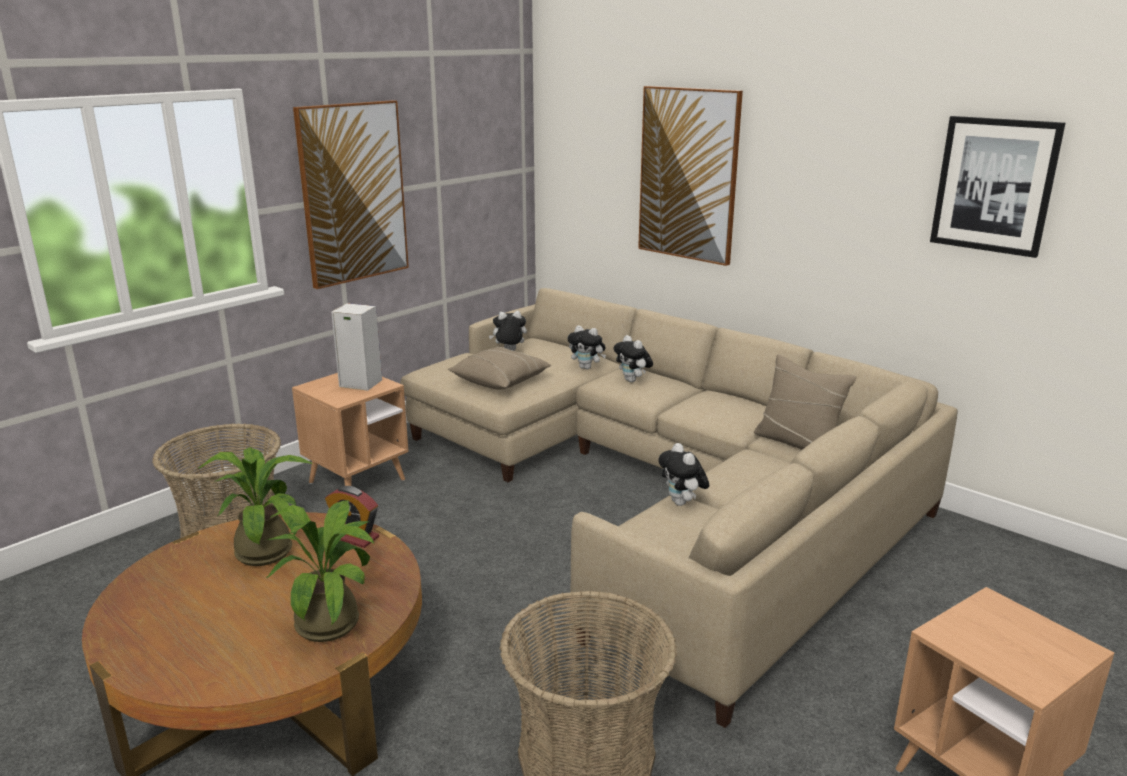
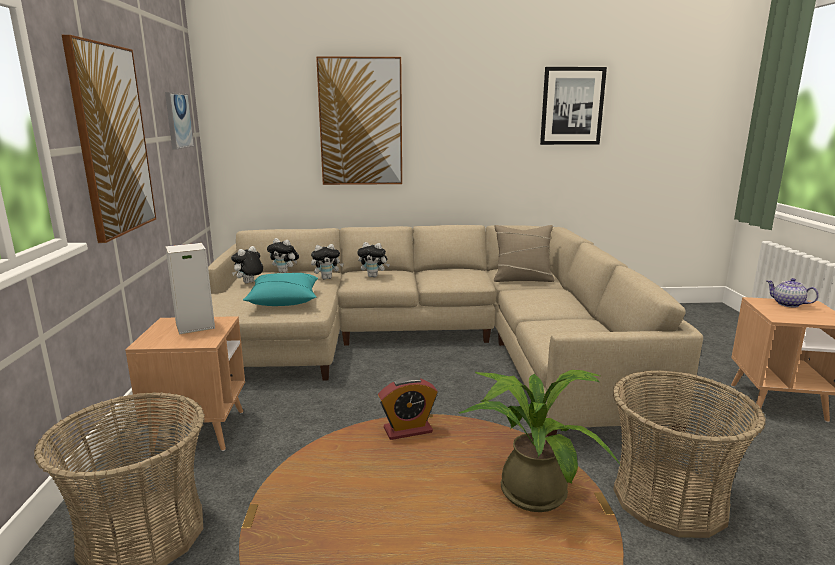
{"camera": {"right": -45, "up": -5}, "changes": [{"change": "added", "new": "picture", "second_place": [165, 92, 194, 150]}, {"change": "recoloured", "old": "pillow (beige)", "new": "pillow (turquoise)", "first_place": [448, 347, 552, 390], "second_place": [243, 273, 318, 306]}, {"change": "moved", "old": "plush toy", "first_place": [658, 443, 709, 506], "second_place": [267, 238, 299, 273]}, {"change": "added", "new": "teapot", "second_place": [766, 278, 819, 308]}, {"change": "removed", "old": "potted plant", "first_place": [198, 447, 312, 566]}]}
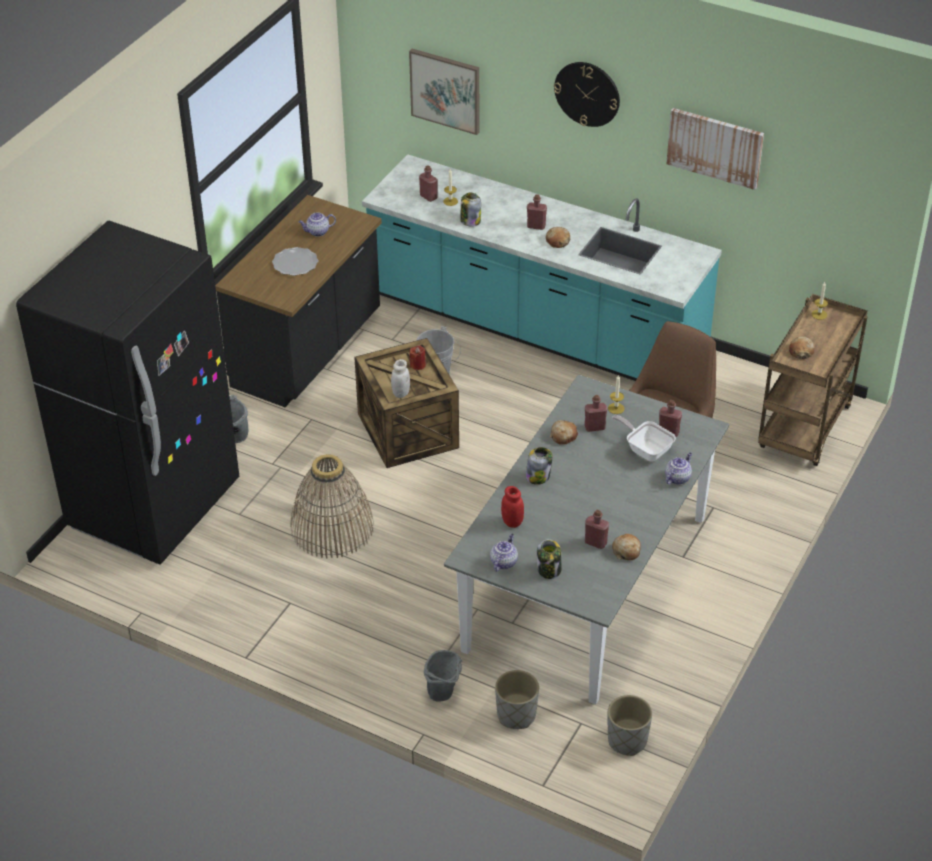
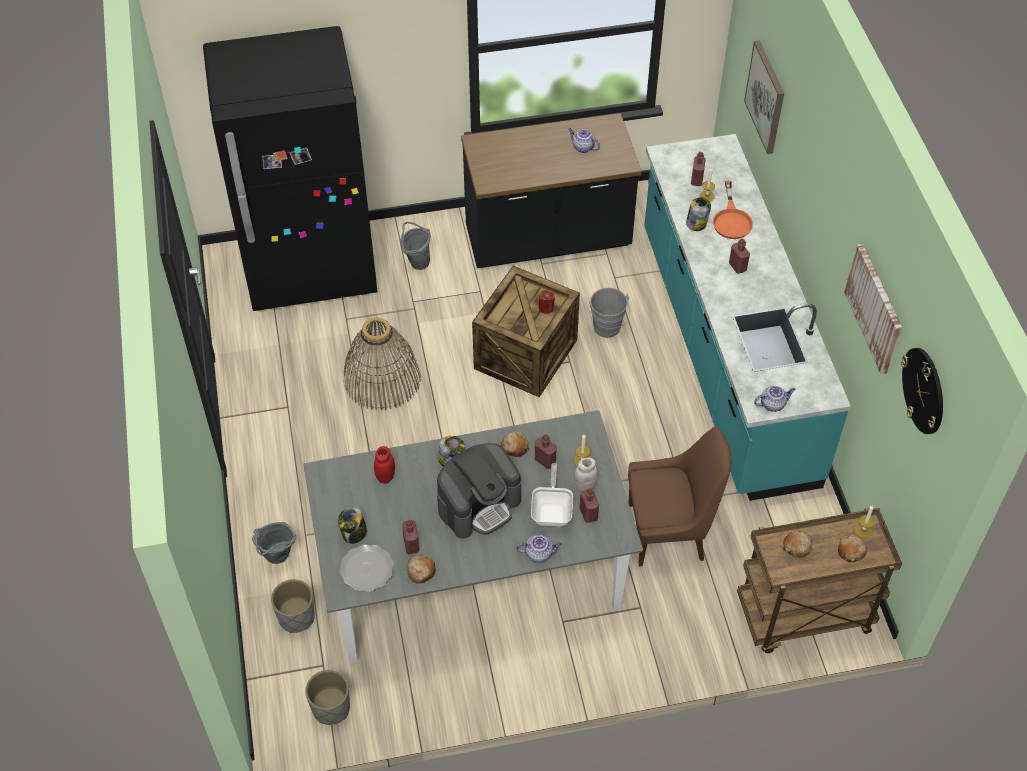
{"camera": {"right": 50, "up": 10}, "changes": [{"change": "moved", "old": "plate", "first_place": [272, 247, 318, 276], "second_place": [339, 544, 394, 592]}, {"change": "added", "new": "coffee machine", "second_place": [437, 443, 521, 539]}, {"change": "moved", "old": "jar (white)", "first_place": [391, 359, 410, 398], "second_place": [574, 457, 598, 492]}, {"change": "added", "new": "frying pan (orange)", "second_place": [713, 181, 753, 239]}, {"change": "moved", "old": "teapot", "first_place": [490, 534, 518, 571], "second_place": [754, 386, 795, 412]}, {"change": "moved", "old": "bread", "first_place": [546, 227, 570, 248], "second_place": [838, 534, 867, 562]}, {"change": "moved", "old": "wall clock", "first_place": [554, 62, 620, 127], "second_place": [901, 348, 943, 434]}]}
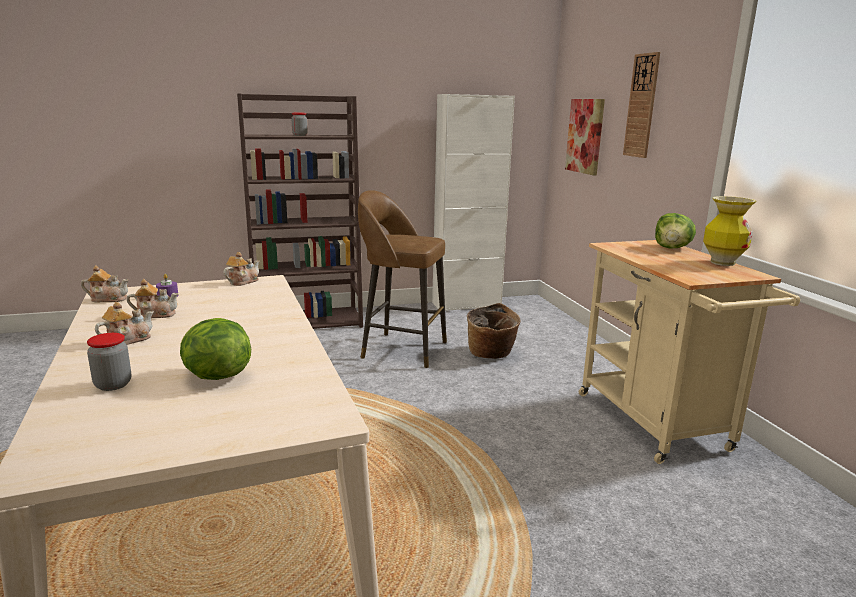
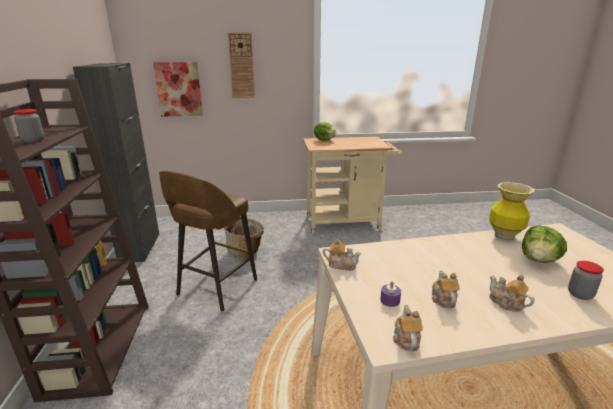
{"camera": {"right": -80, "up": 5}, "changes": [{"change": "recoloured", "old": "cabinet (white)", "new": "cabinet (black)", "first_place": [432, 94, 515, 311], "second_place": [73, 63, 159, 262]}, {"change": "turned", "old": "teapot", "first_place": [223, 252, 260, 286], "second_place": [323, 239, 361, 271], "degrees": 150}, {"change": "moved", "old": "vase", "first_place": [703, 196, 757, 266], "second_place": [489, 182, 535, 241]}]}
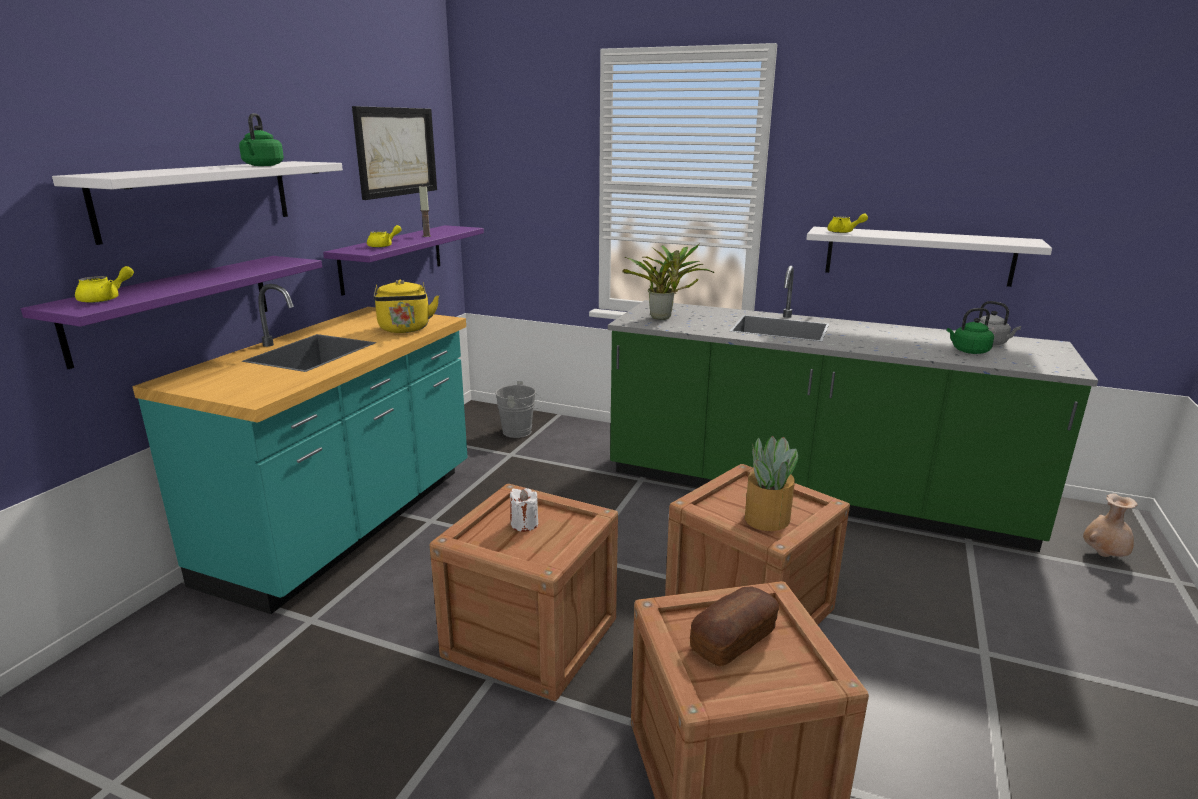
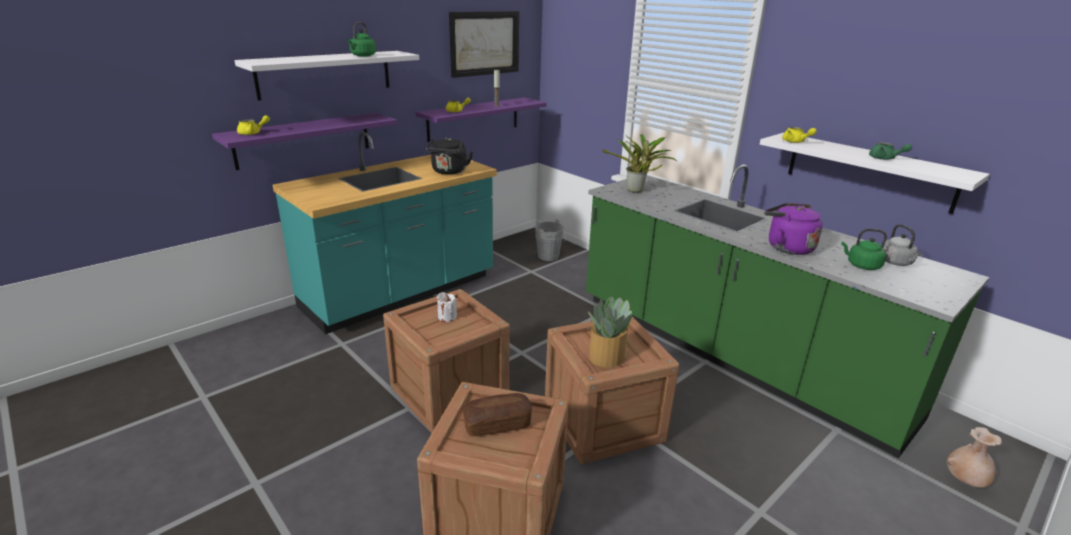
{"camera": {"right": 25, "up": 5}, "changes": [{"change": "recoloured", "old": "kettle (yellow)", "new": "kettle (black)", "first_place": [374, 280, 439, 333], "second_place": [426, 138, 473, 175]}, {"change": "added", "new": "kettle (purple)", "second_place": [764, 203, 823, 255]}, {"change": "added", "new": "teapot (green)", "second_place": [869, 142, 912, 160]}]}
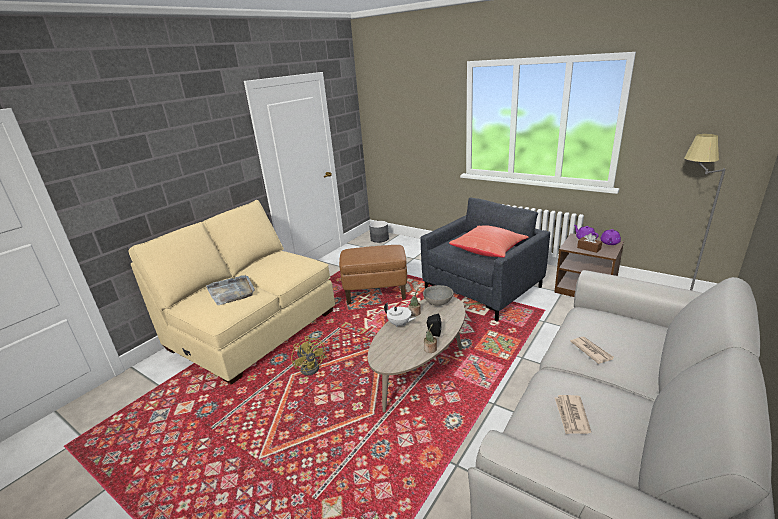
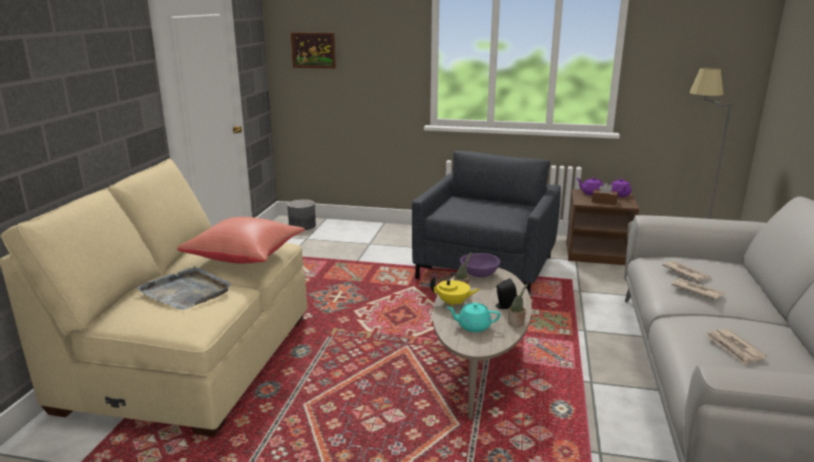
{"camera": {"right": -25, "up": -5}, "changes": [{"change": "moved", "old": "pillow (red)", "first_place": [449, 225, 528, 258], "second_place": [177, 217, 305, 264]}, {"change": "added", "new": "picture", "second_place": [291, 32, 336, 69]}, {"change": "recoloured", "old": "teapot (white)", "new": "teapot (yellow)", "first_place": [384, 302, 416, 328], "second_place": [430, 275, 480, 307]}, {"change": "added", "new": "teapot (turquoise)", "second_place": [447, 303, 500, 332]}, {"change": "recoloured", "old": "bowl (grey)", "new": "bowl (purple)", "first_place": [423, 285, 454, 306], "second_place": [460, 253, 500, 277]}, {"change": "added", "new": "newspaper", "second_place": [662, 261, 711, 281]}, {"change": "removed", "old": "fan (yellow)", "first_place": [291, 336, 325, 375]}, {"change": "removed", "old": "ottoman (brown)", "first_place": [339, 245, 407, 305]}]}
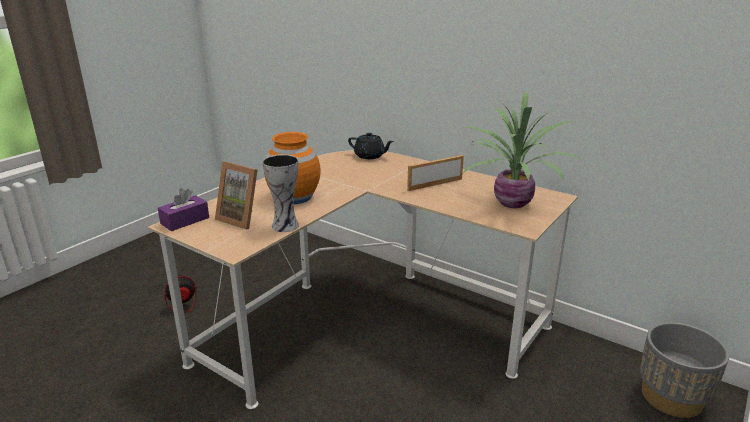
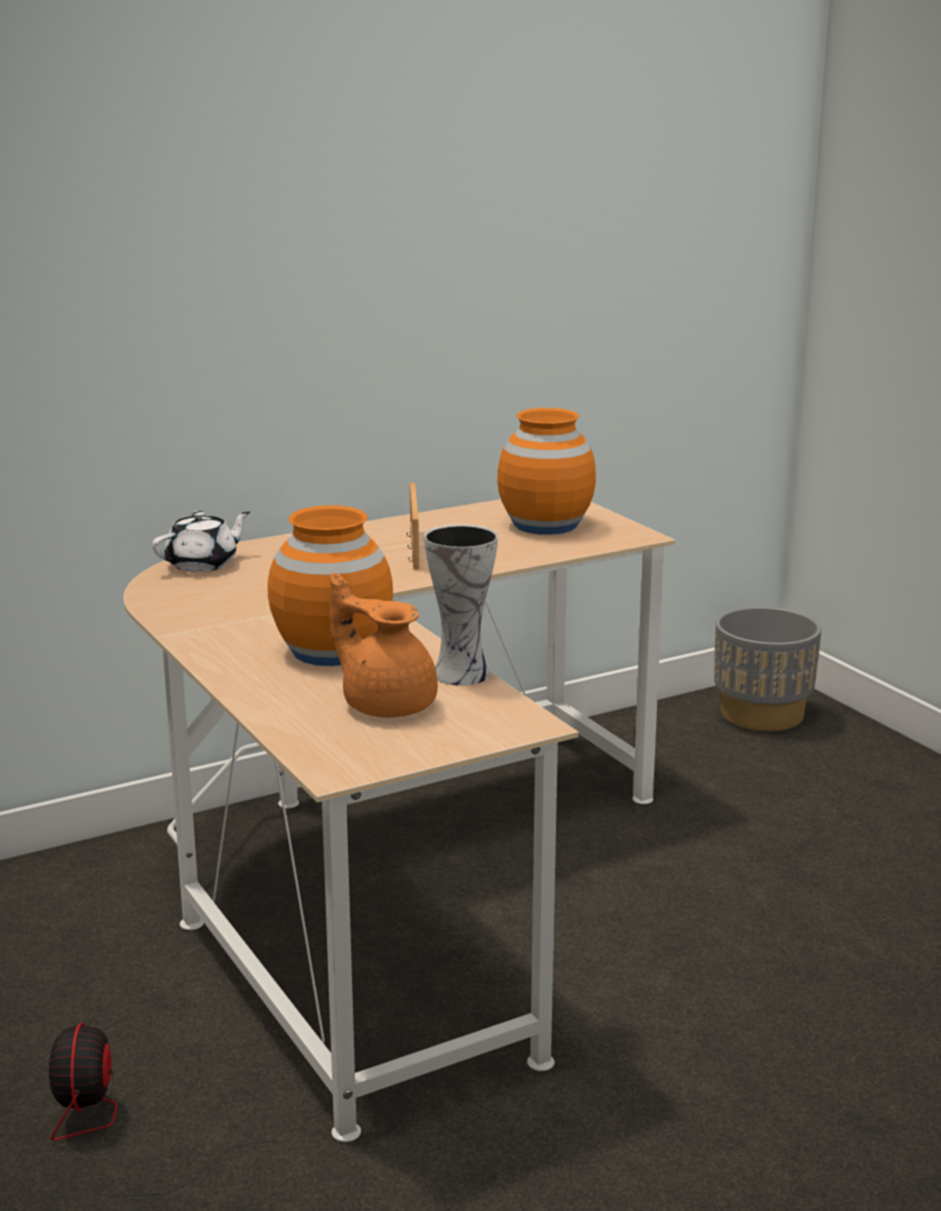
{"camera": {"right": -65, "up": -5}, "changes": [{"change": "recoloured", "old": "teapot (black)", "new": "teapot (white)", "first_place": [348, 132, 394, 159], "second_place": [152, 511, 250, 572]}, {"change": "replaced", "old": "picture frame", "new": "teapot (orange)", "first_place": [215, 161, 258, 230], "second_place": [330, 573, 438, 717]}, {"change": "replaced", "old": "potted plant", "new": "vase (orange)", "first_place": [462, 92, 582, 208], "second_place": [497, 408, 596, 535]}, {"change": "removed", "old": "tissue box (purple)", "first_place": [158, 188, 209, 231]}]}
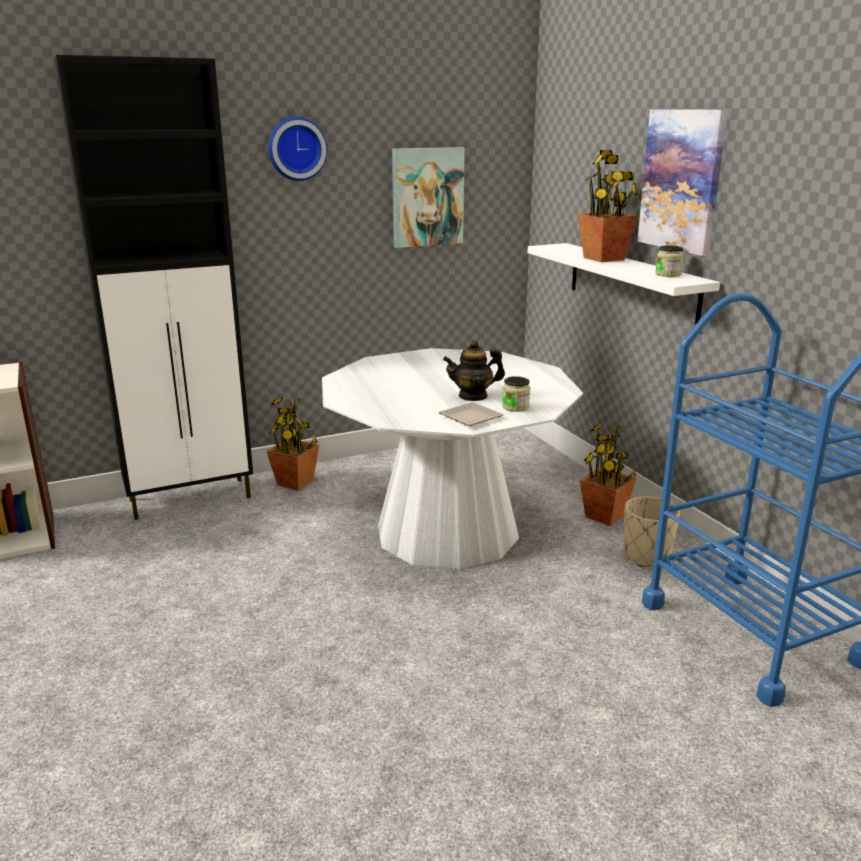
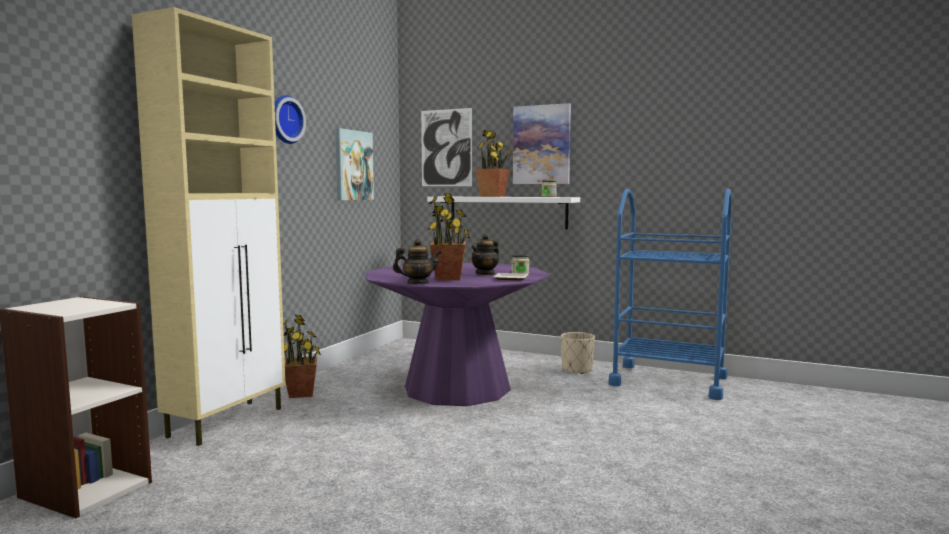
{"camera": {"right": -40, "up": -15}, "changes": [{"change": "recoloured", "old": "cabinet (black)", "new": "cabinet (beige)", "first_place": [54, 55, 253, 520], "second_place": [132, 7, 286, 446]}, {"change": "recoloured", "old": "dining table (white)", "new": "dining table (purple)", "first_place": [322, 348, 583, 570], "second_place": [366, 263, 551, 406]}, {"change": "added", "new": "teapot", "second_place": [393, 239, 441, 284]}, {"change": "added", "new": "picture", "second_place": [421, 108, 472, 186]}, {"change": "moved", "old": "potted plant", "first_place": [580, 422, 637, 526], "second_place": [427, 193, 470, 280]}]}
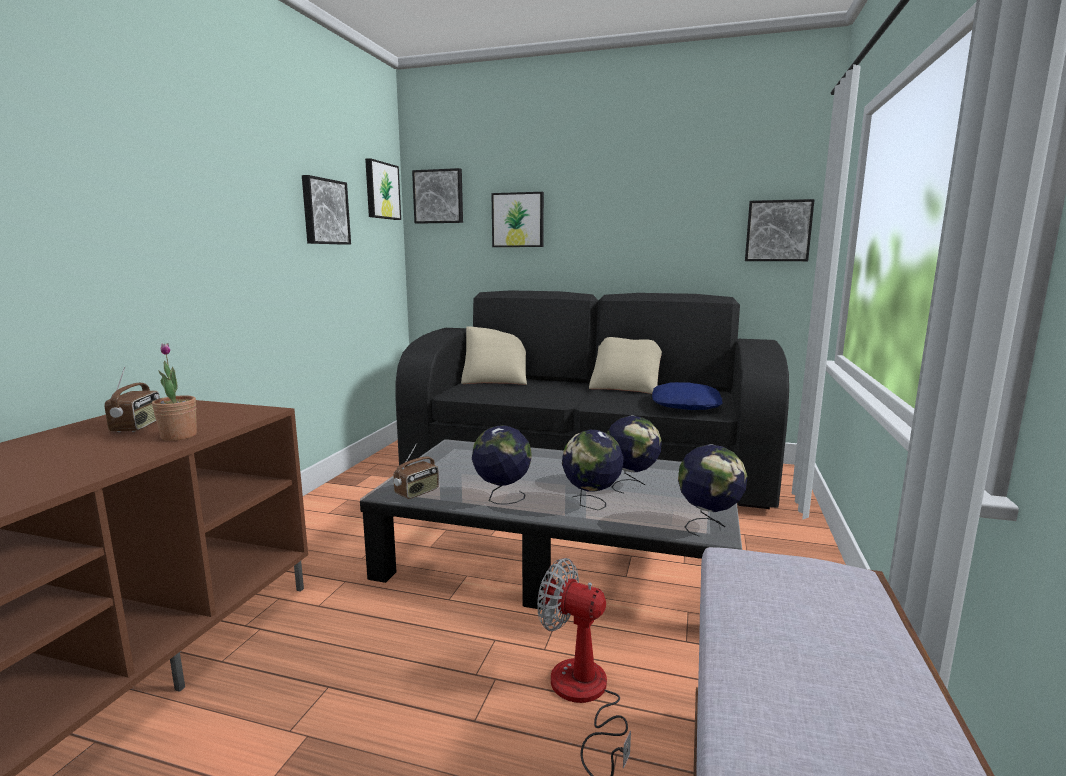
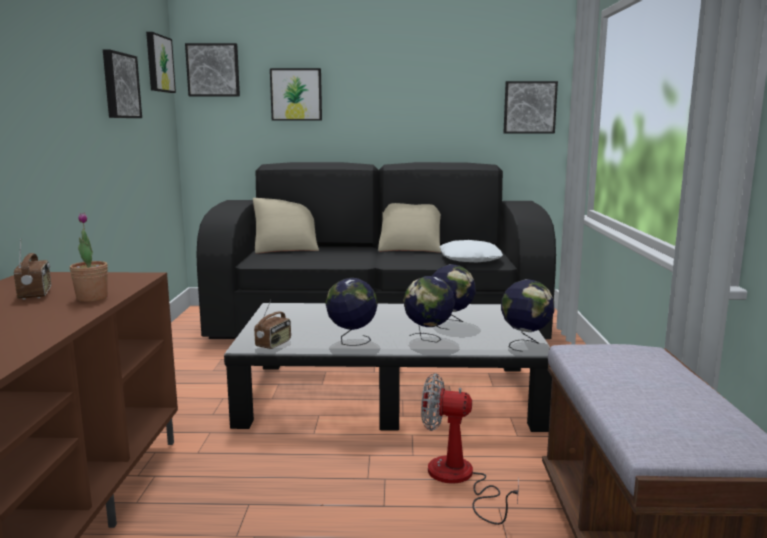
{"camera": {"right": -15, "up": 0}, "changes": [{"change": "recoloured", "old": "pillow (blue)", "new": "pillow (white)", "first_place": [652, 382, 722, 410], "second_place": [440, 240, 503, 262]}]}
